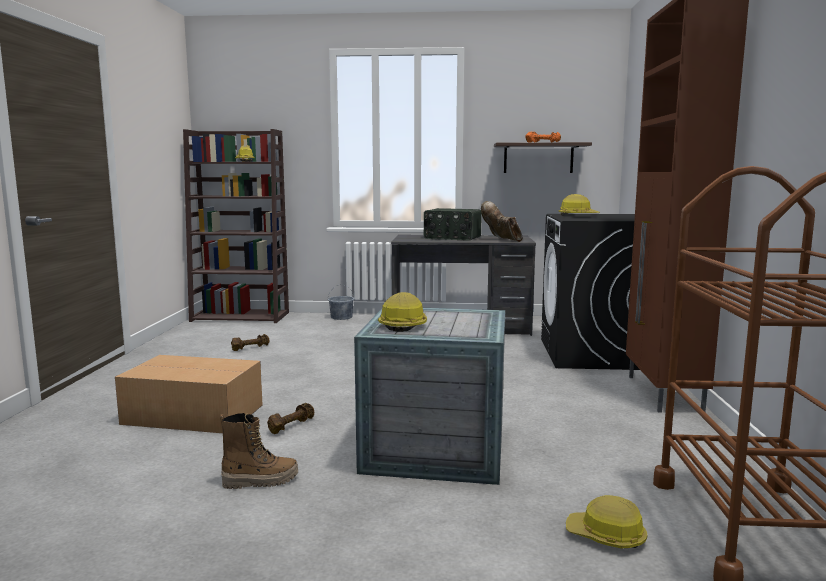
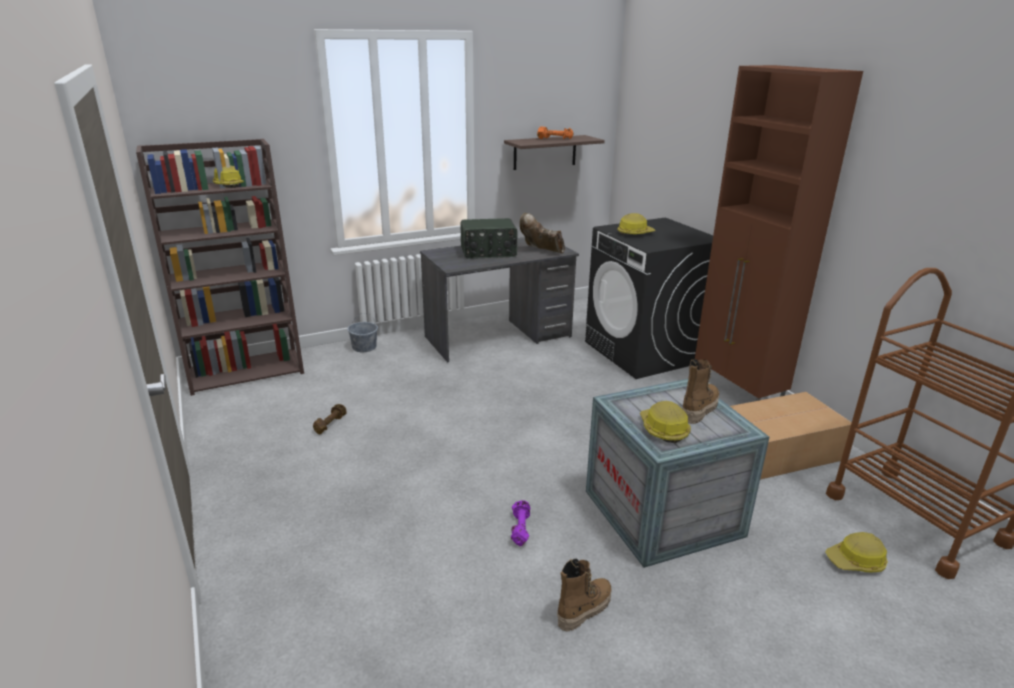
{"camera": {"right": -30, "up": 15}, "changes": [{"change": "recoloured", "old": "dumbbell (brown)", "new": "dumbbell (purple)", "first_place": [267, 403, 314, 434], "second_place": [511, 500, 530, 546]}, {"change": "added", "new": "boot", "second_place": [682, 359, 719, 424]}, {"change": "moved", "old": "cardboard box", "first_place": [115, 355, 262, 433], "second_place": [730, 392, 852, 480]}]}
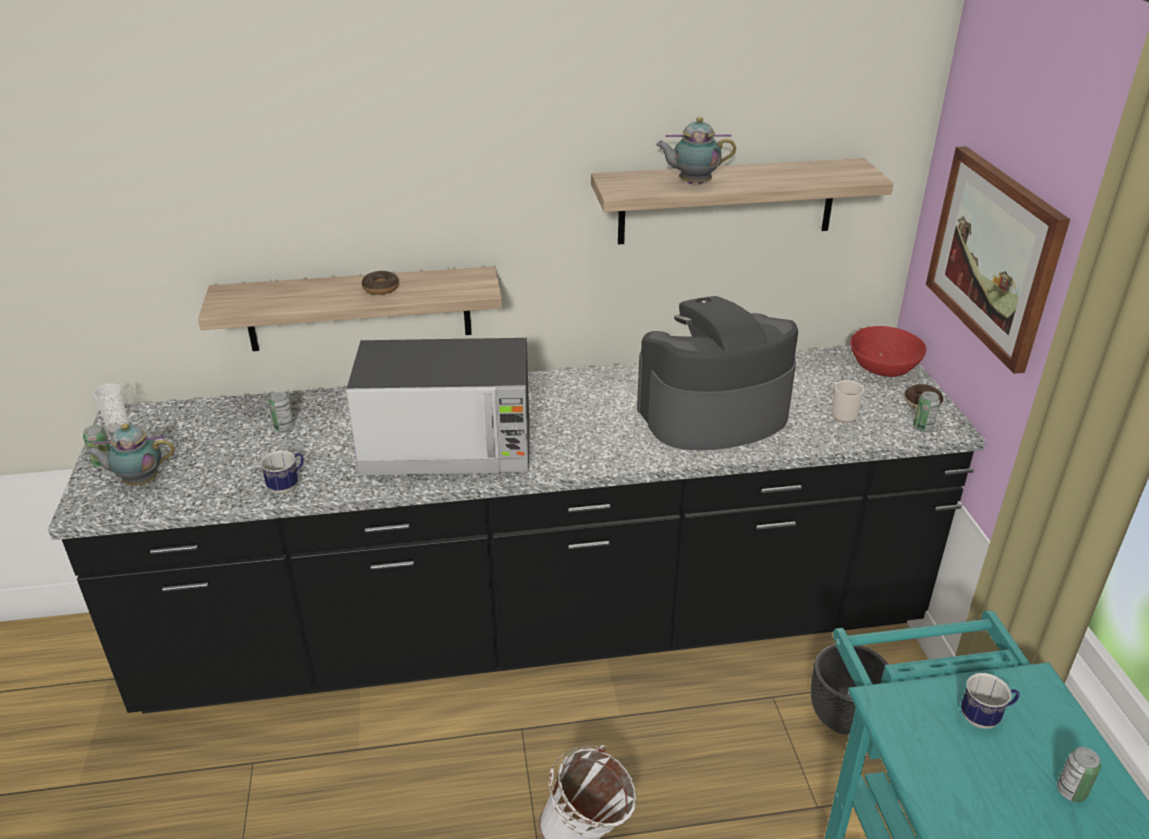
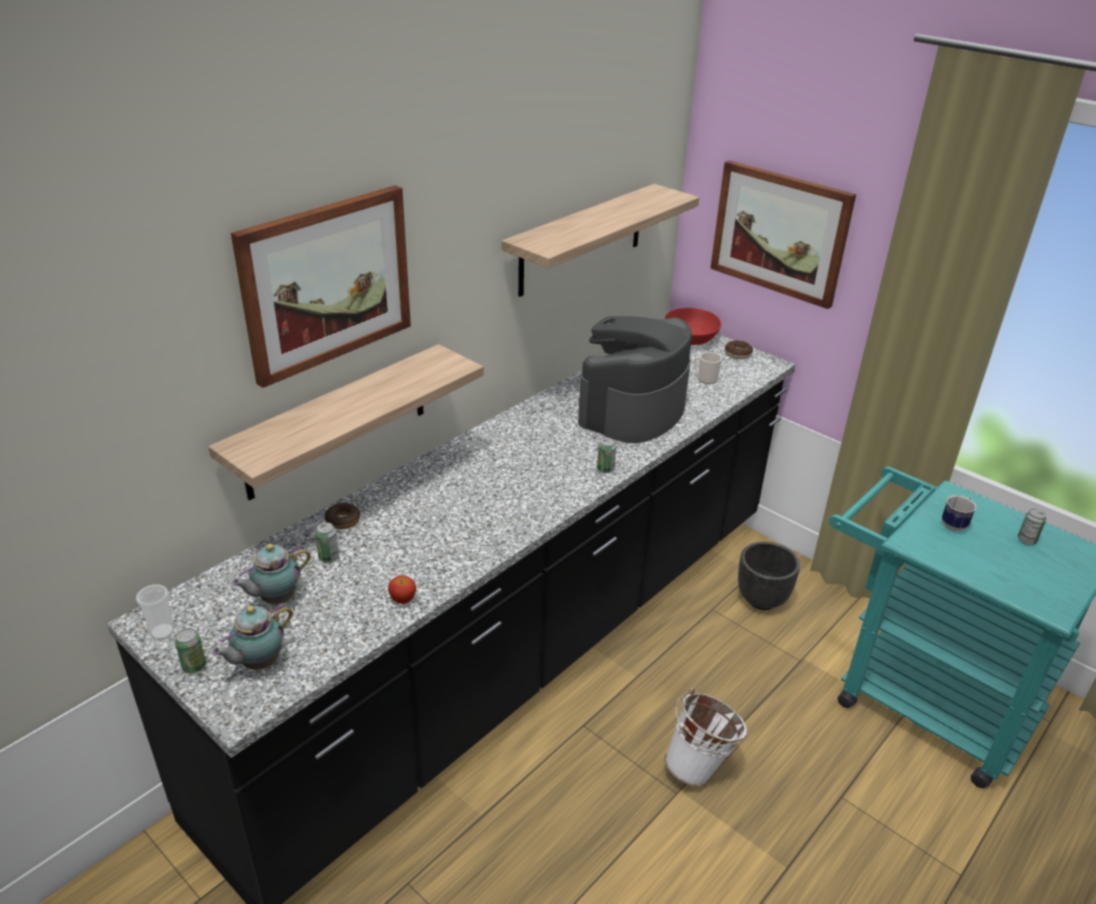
{"camera": {"right": -40, "up": 0}, "changes": [{"change": "added", "new": "picture", "second_place": [231, 185, 411, 388]}, {"change": "moved", "old": "teapot", "first_place": [656, 117, 736, 184], "second_place": [232, 544, 311, 604]}, {"change": "moved", "old": "donut", "first_place": [362, 271, 399, 295], "second_place": [325, 503, 360, 529]}, {"change": "replaced", "old": "mug", "new": "apple", "first_place": [260, 450, 304, 494], "second_place": [388, 575, 416, 604]}, {"change": "moved", "old": "can", "first_place": [913, 391, 940, 432], "second_place": [597, 438, 616, 473]}, {"change": "removed", "old": "microwave", "first_place": [346, 338, 530, 475]}]}
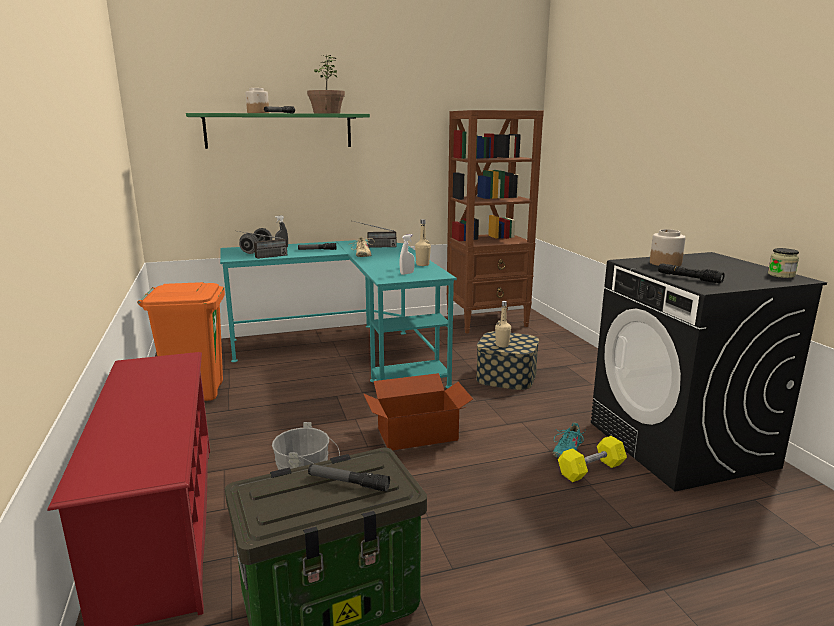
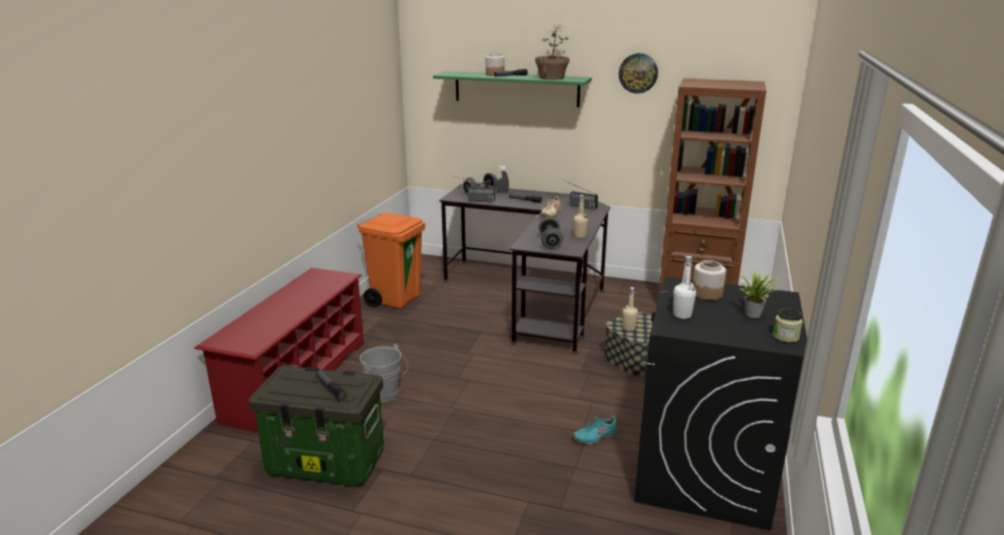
{"camera": {"right": 35, "up": 5}, "changes": [{"change": "recoloured", "old": "desk (turquoise)", "new": "desk (black)", "first_place": [220, 240, 457, 389], "second_place": [439, 184, 610, 354]}, {"change": "replaced", "old": "spray bottle (white)", "new": "dumbbell (grey)", "first_place": [399, 234, 415, 275], "second_place": [539, 217, 563, 249]}, {"change": "added", "new": "wall clock", "second_place": [619, 53, 658, 94]}, {"change": "replaced", "old": "flashlight (black)", "new": "bottle (white)", "first_place": [658, 264, 724, 283], "second_place": [673, 256, 696, 319]}, {"change": "added", "new": "potted plant", "second_place": [739, 271, 781, 318]}, {"change": "removed", "old": "cardboard box", "first_place": [363, 373, 473, 450]}, {"change": "removed", "old": "dumbbell (yellow)", "first_place": [558, 436, 627, 482]}]}
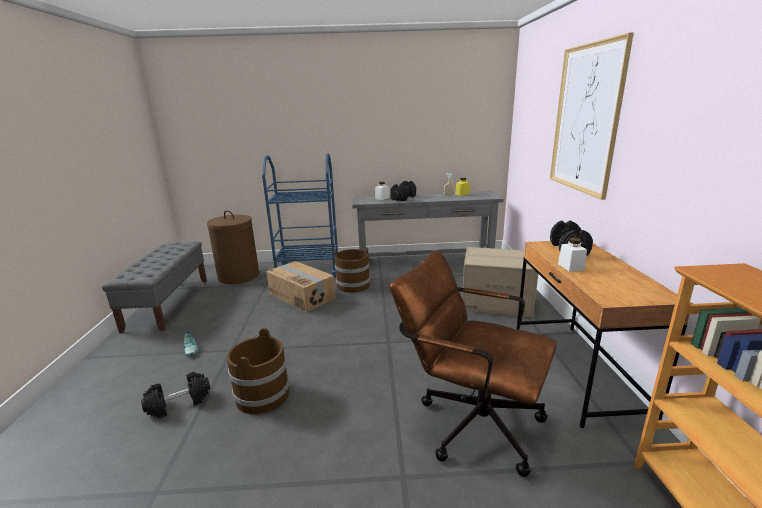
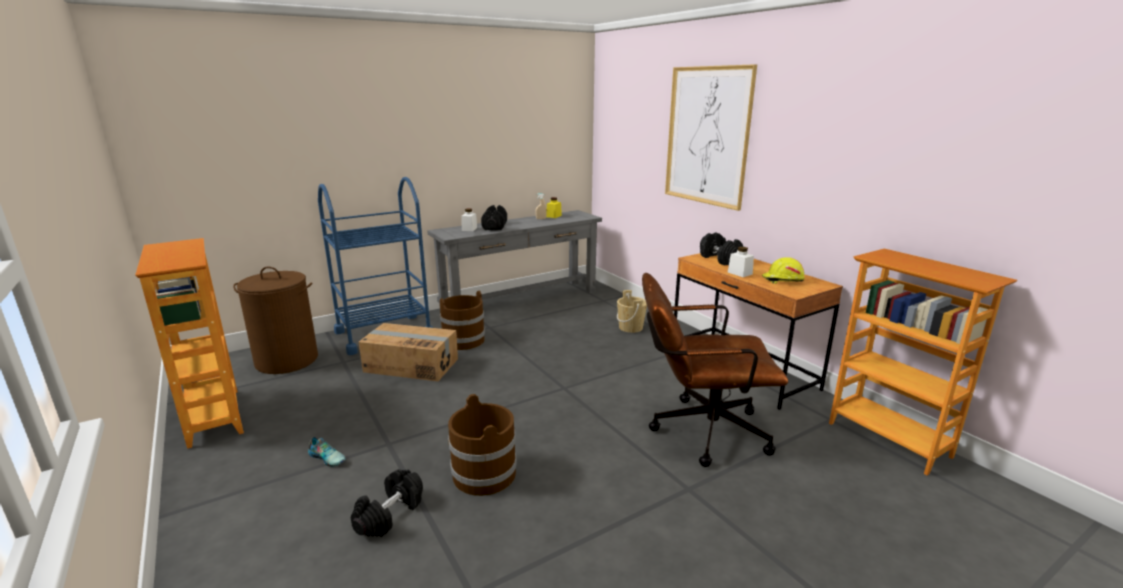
{"camera": {"right": -30, "up": 0}, "changes": [{"change": "replaced", "old": "bench (grey)", "new": "bookcase", "first_place": [102, 241, 207, 333], "second_place": [135, 238, 244, 449]}, {"change": "replaced", "old": "cardboard box", "new": "bucket (beige)", "first_place": [462, 247, 538, 318], "second_place": [617, 290, 647, 333]}, {"change": "added", "new": "hard hat (yellow)", "second_place": [762, 257, 805, 284]}]}
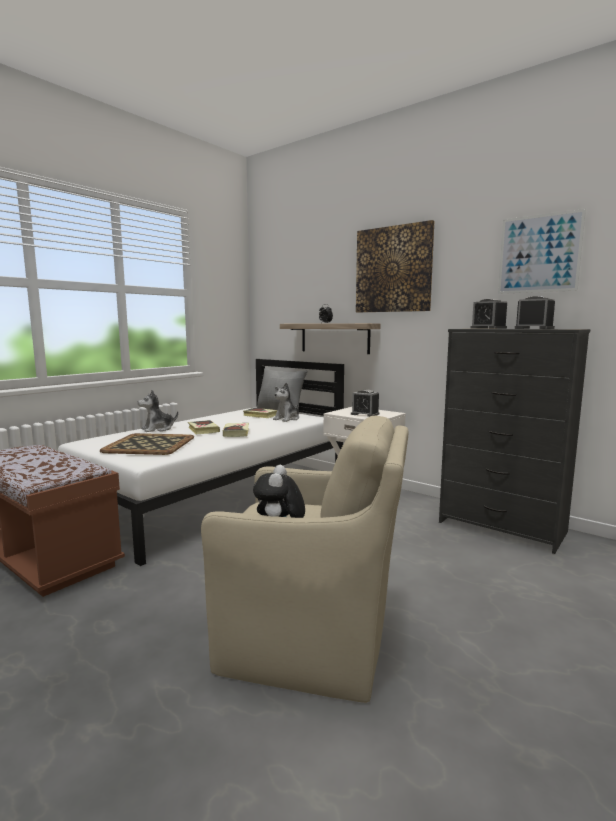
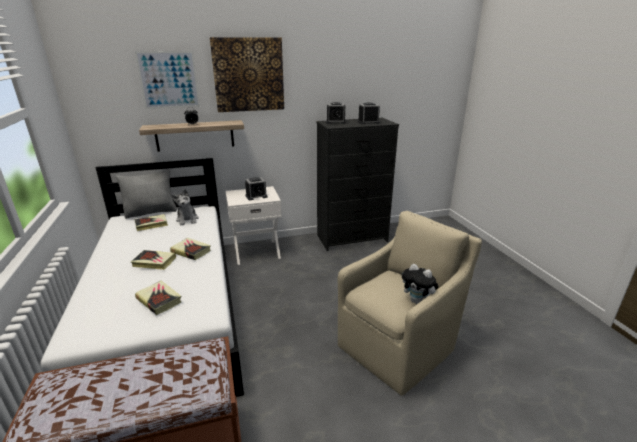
{"camera": {"right": -55, "up": 15}, "changes": [{"change": "moved", "old": "picture", "first_place": [498, 209, 586, 294], "second_place": [135, 51, 200, 109]}, {"change": "replaced", "old": "tray", "new": "book", "first_place": [100, 433, 194, 455], "second_place": [135, 281, 181, 315]}, {"change": "removed", "old": "plush toy", "first_place": [138, 390, 178, 432]}]}
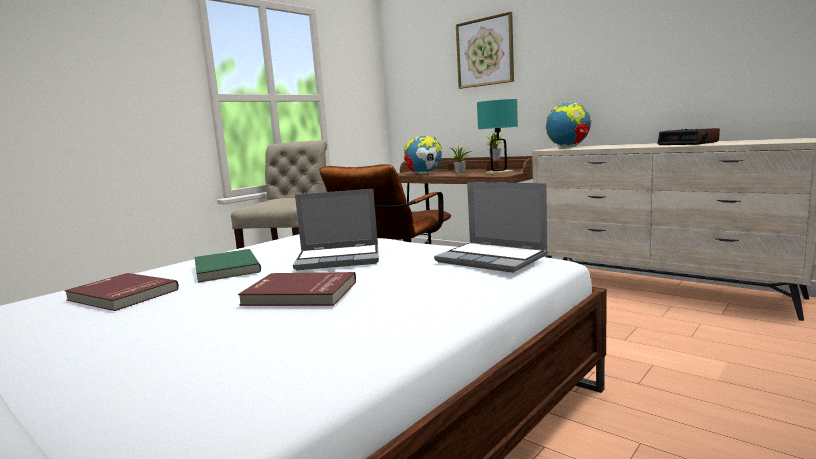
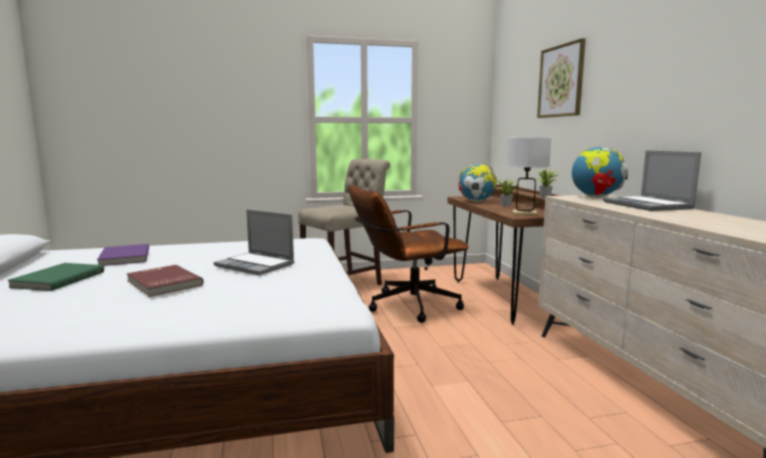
{"camera": {"right": 35, "up": 0}, "changes": [{"change": "moved", "old": "book (green)", "first_place": [195, 249, 261, 283], "second_place": [7, 263, 104, 291]}, {"change": "recoloured", "old": "book (red)", "new": "book (purple)", "first_place": [64, 273, 179, 311], "second_place": [97, 244, 149, 266]}, {"change": "recoloured", "old": "table lamp (turquoise)", "new": "table lamp (white)", "first_place": [477, 99, 518, 175], "second_place": [506, 138, 551, 216]}, {"change": "moved", "old": "laptop", "first_place": [434, 182, 548, 273], "second_place": [603, 150, 701, 211]}, {"change": "removed", "old": "alarm clock", "first_place": [658, 128, 720, 145]}]}
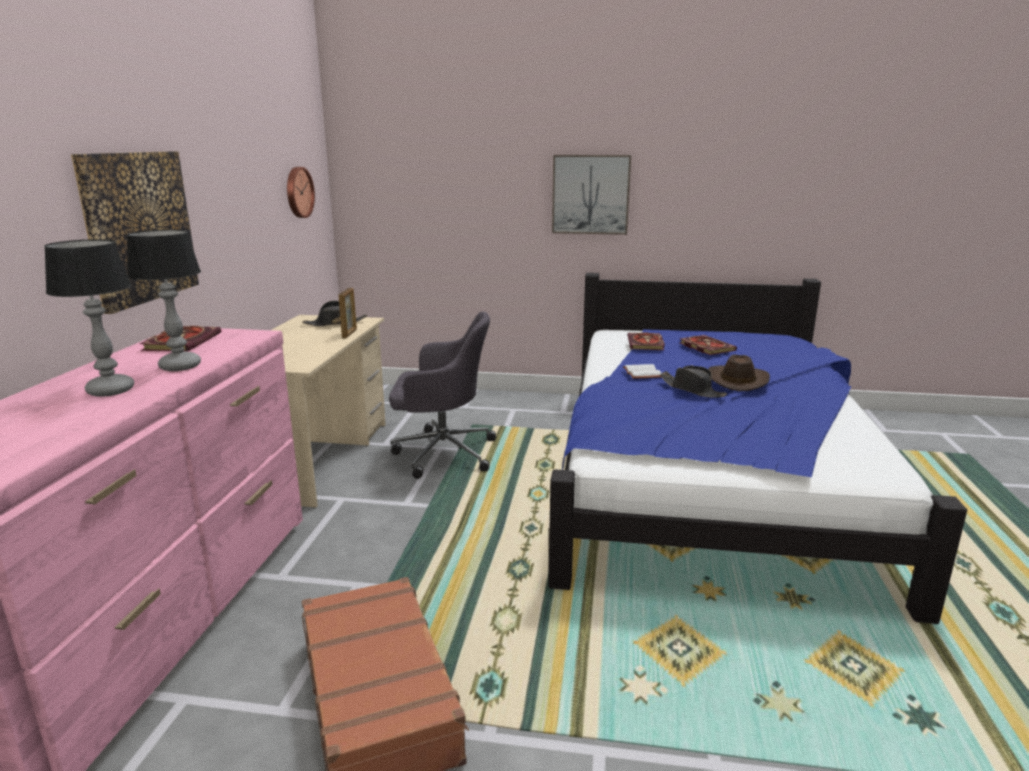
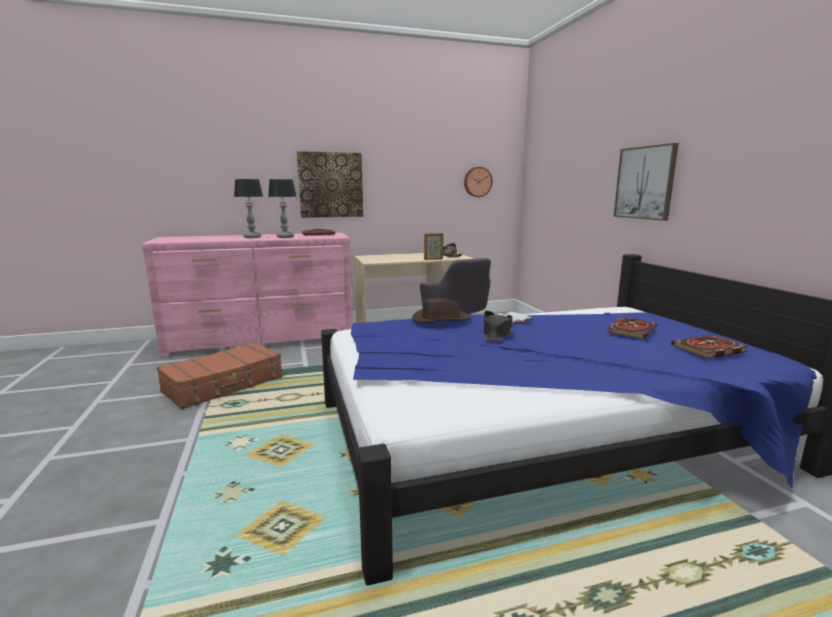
{"camera": {"right": 65, "up": -5}, "changes": [{"change": "moved", "old": "hat (brown)", "first_place": [709, 354, 770, 391], "second_place": [412, 298, 472, 323]}, {"change": "moved", "old": "book", "first_place": [628, 332, 665, 350], "second_place": [671, 335, 749, 358]}]}
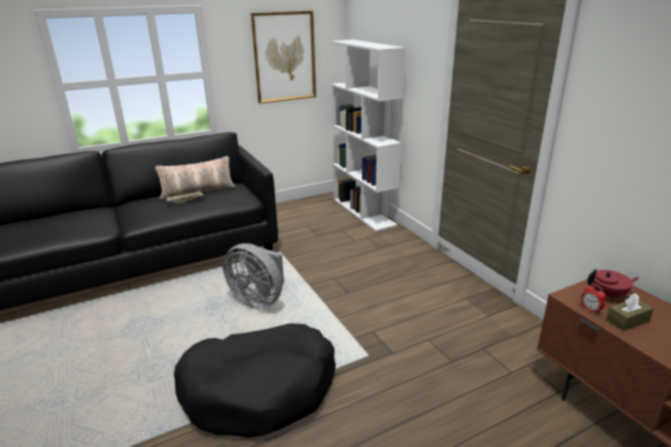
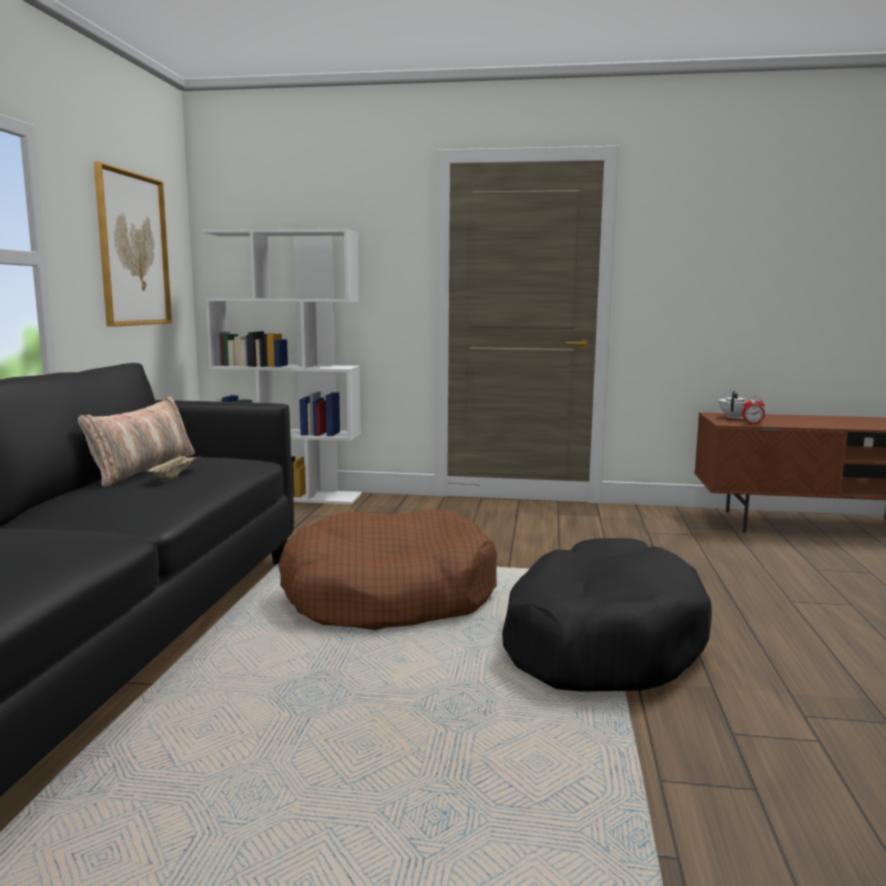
{"camera": {"right": -55, "up": -15}, "changes": [{"change": "replaced", "old": "fan (grey)", "new": "dog bed (brown)", "first_place": [223, 243, 284, 309], "second_place": [279, 509, 497, 630]}, {"change": "recoloured", "old": "teapot (red)", "new": "teapot (white)", "first_place": [587, 269, 639, 301], "second_place": [719, 391, 754, 419]}, {"change": "removed", "old": "tissue box (brown)", "first_place": [606, 293, 654, 331]}]}
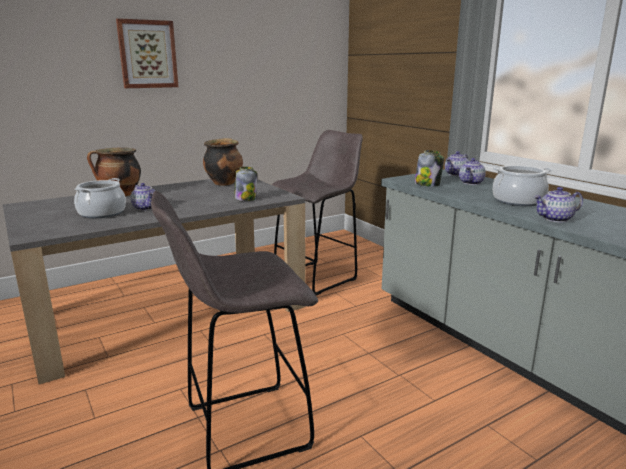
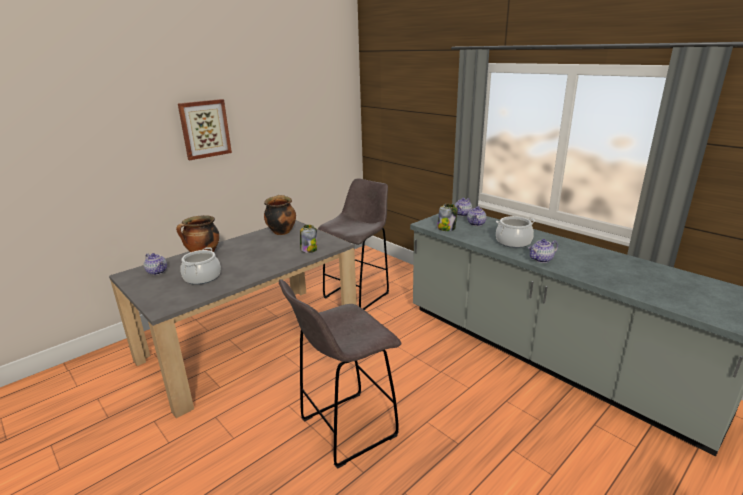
{"camera": {"right": -10, "up": 5}, "changes": [{"change": "moved", "old": "teapot", "first_place": [130, 183, 155, 211], "second_place": [144, 253, 167, 275]}]}
